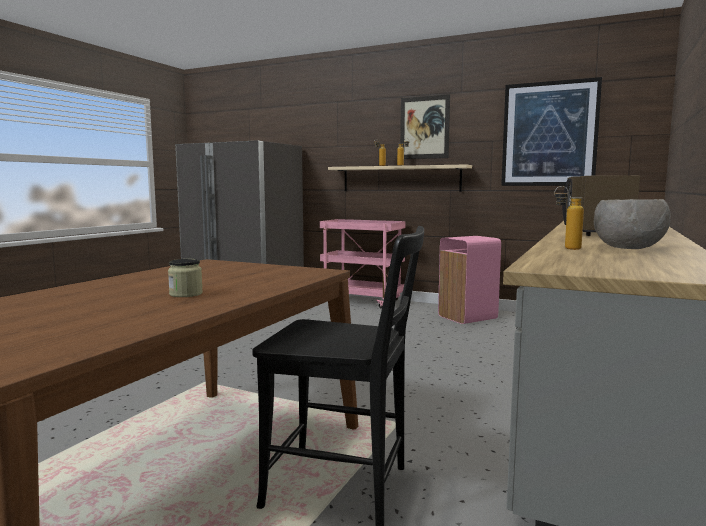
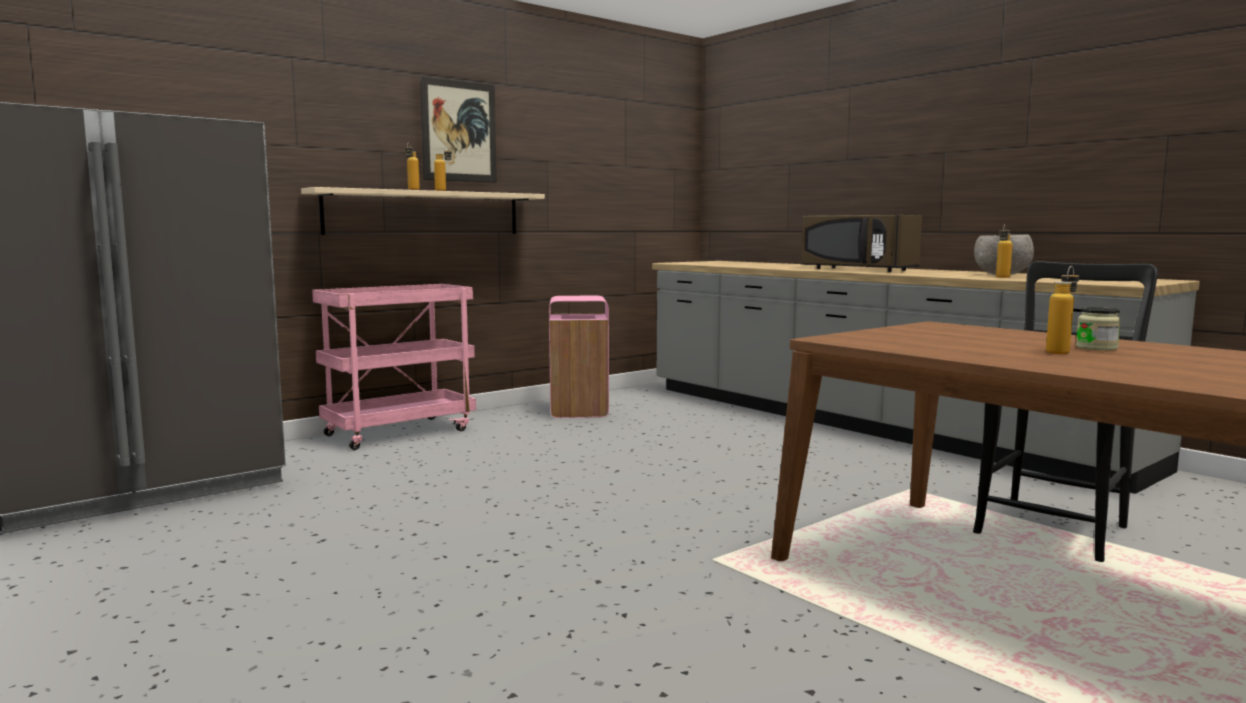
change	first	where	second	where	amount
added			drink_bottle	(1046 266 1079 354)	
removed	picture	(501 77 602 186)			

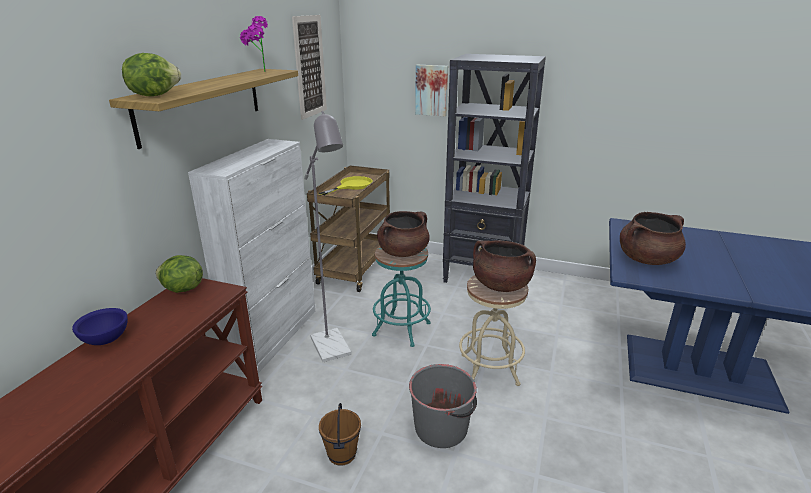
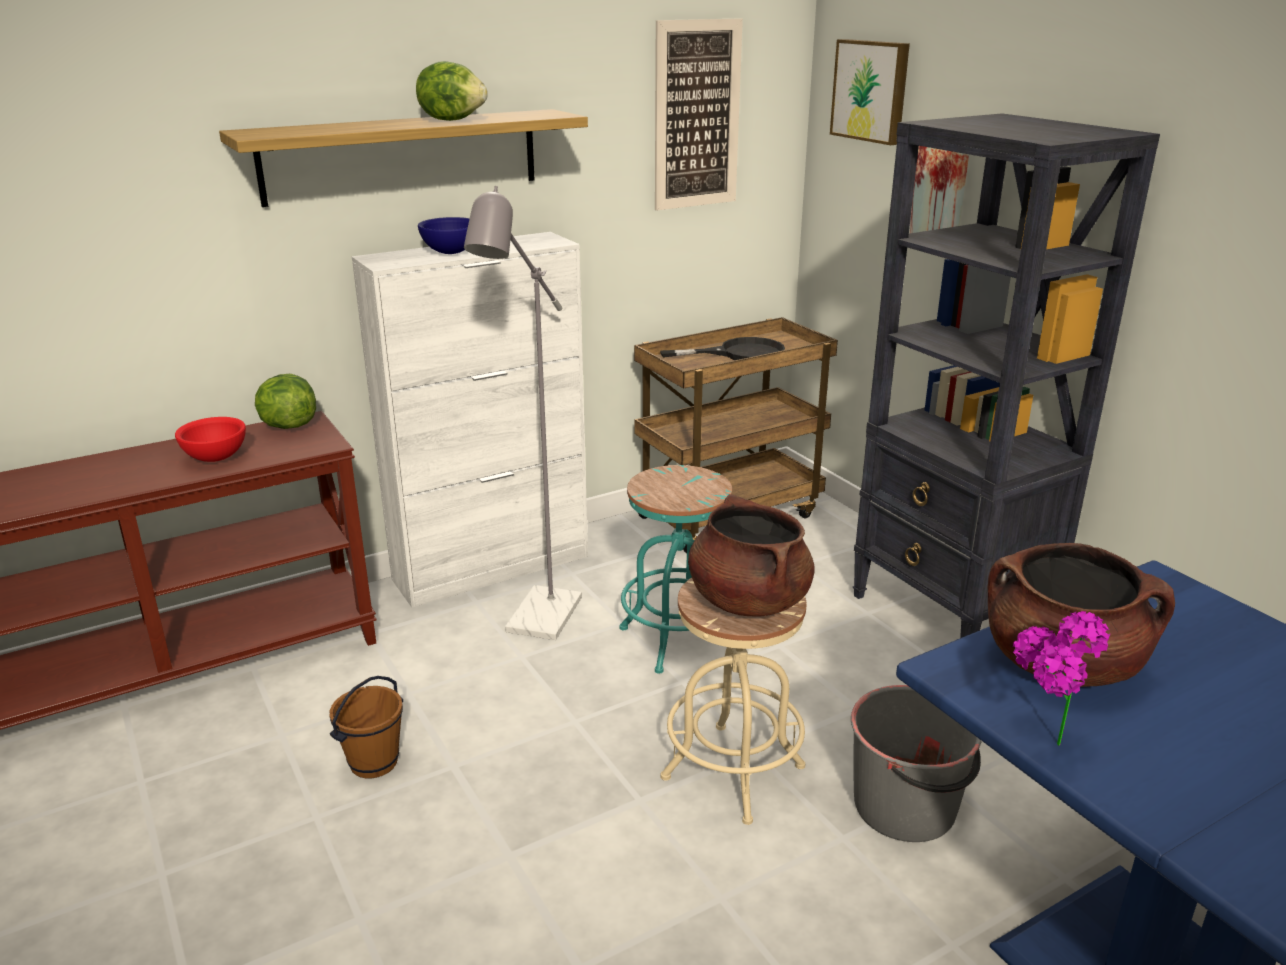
change	first	where	second	where	amount
added			red-coloured_bowl	(175 417 246 462)	
moved	head_of_lettuce	(122 53 181 96)		(416 61 488 121)	
moved	blue_bowl	(72 308 128 345)		(418 217 470 254)	
recoloured	yellow_frying_pan	(318 176 372 195)	black_frying_pan	(660 337 785 360)	
added			picture	(830 39 910 145)	
moved	gray_water_bucket	(409 364 477 448)		(851 685 981 842)	
moved	potted_plant	(240 16 268 72)		(1013 611 1110 746)	
removed	brown-coloured_saucepot	(377 211 430 257)			

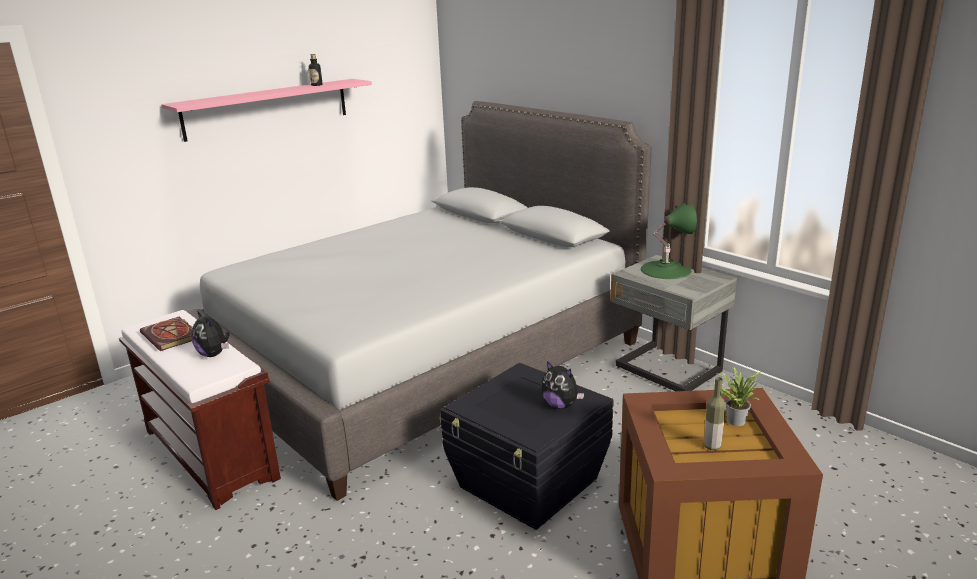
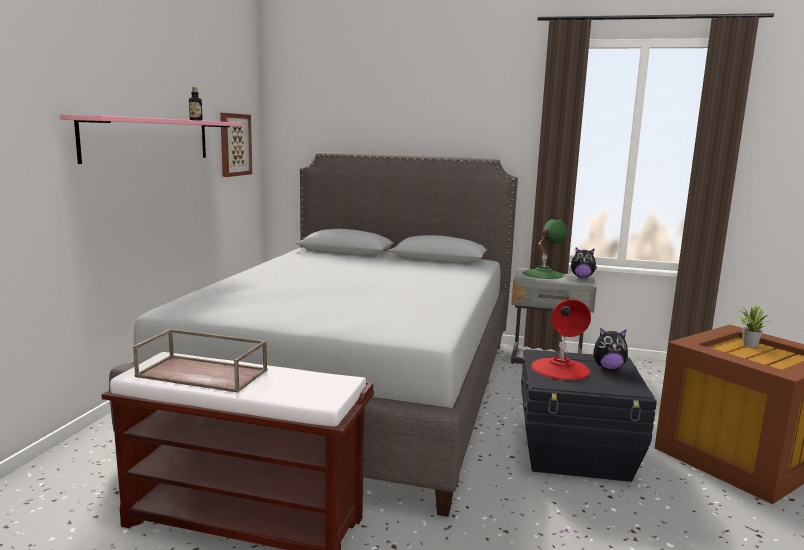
change	first	where	second	where	amount
replaced	bound_book	(140 317 193 351)	brown-coloured_tray	(133 329 268 393)	
added			picture	(220 113 252 177)	
added			red-coloured_tabletop_lamp	(531 299 591 380)	
moved	soft_toy	(192 311 230 357)		(571 247 597 278)	
removed	drink_bottle	(704 377 726 450)			

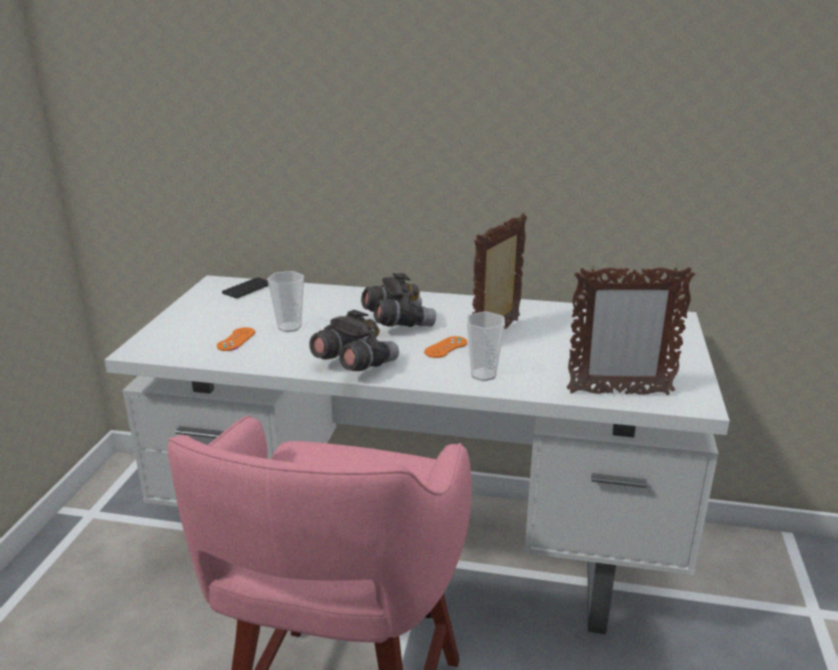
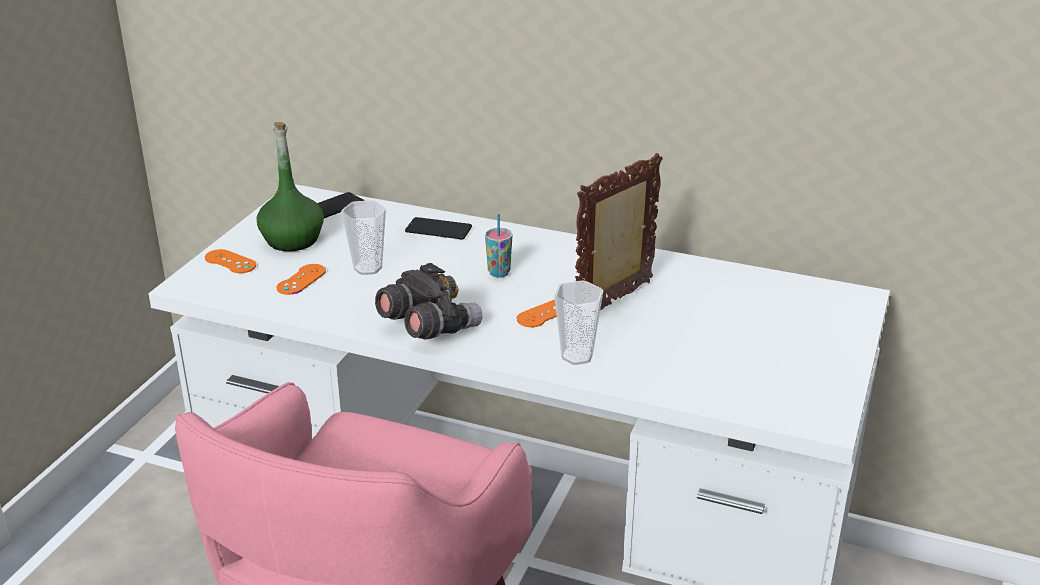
change	first	where	second	where	amount
added			orange-coloured_joypad	(205 249 256 273)	
added			green-coloured_drink_bottle	(257 122 324 251)	
added			phone	(405 217 472 240)	
replaced	gray_field_glasses	(361 273 436 327)	drinking_cup	(485 214 513 278)	
removed	photo_frame	(567 265 695 395)			

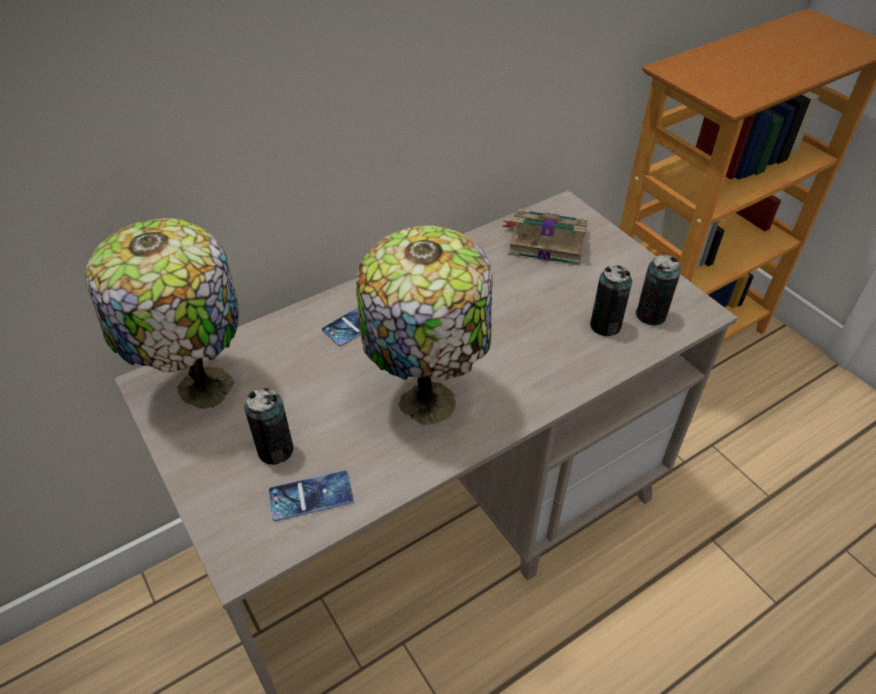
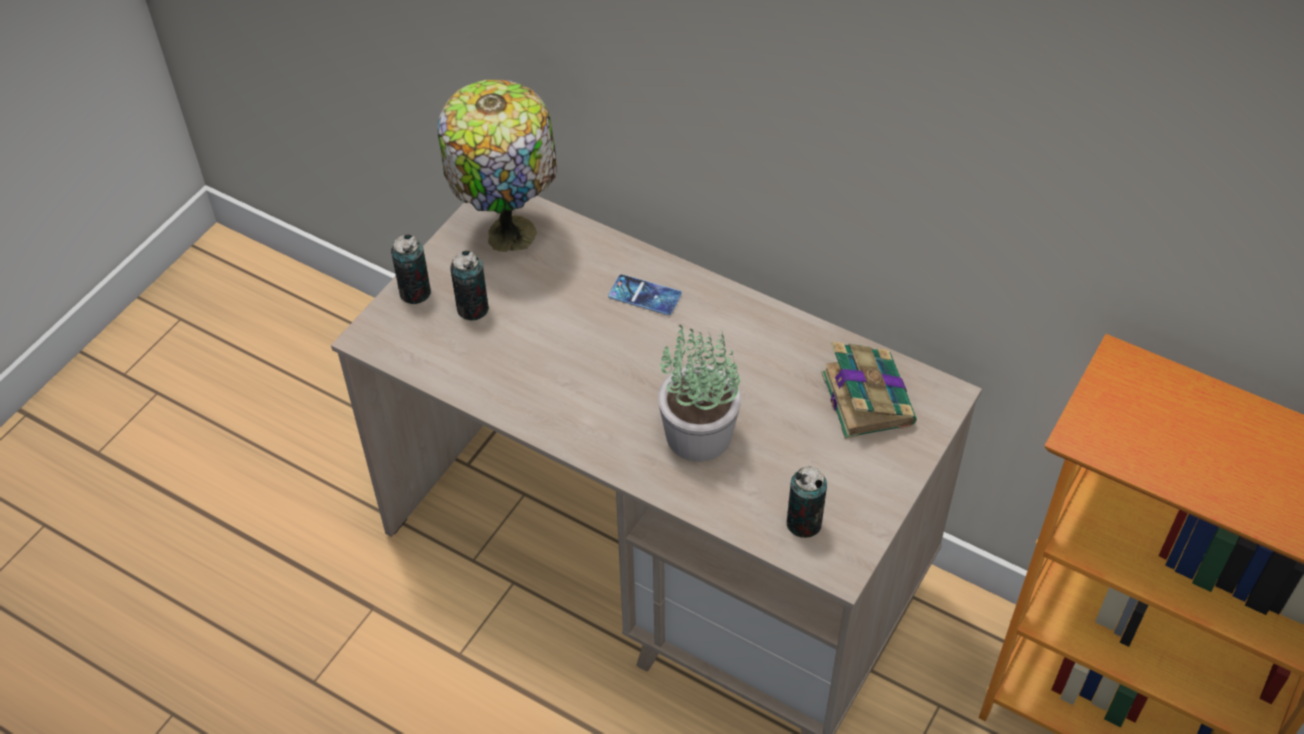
change	first	where	second	where	amount
moved	sealed_can	(590 265 632 336)		(391 234 431 304)	
added			potted_plant	(658 324 741 462)	
removed	phone	(269 470 354 521)			
removed	tabletop_lamp	(356 225 493 426)			

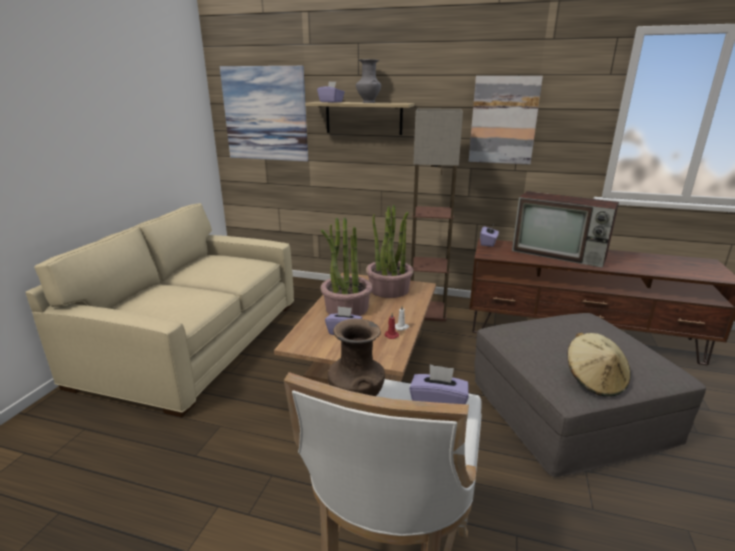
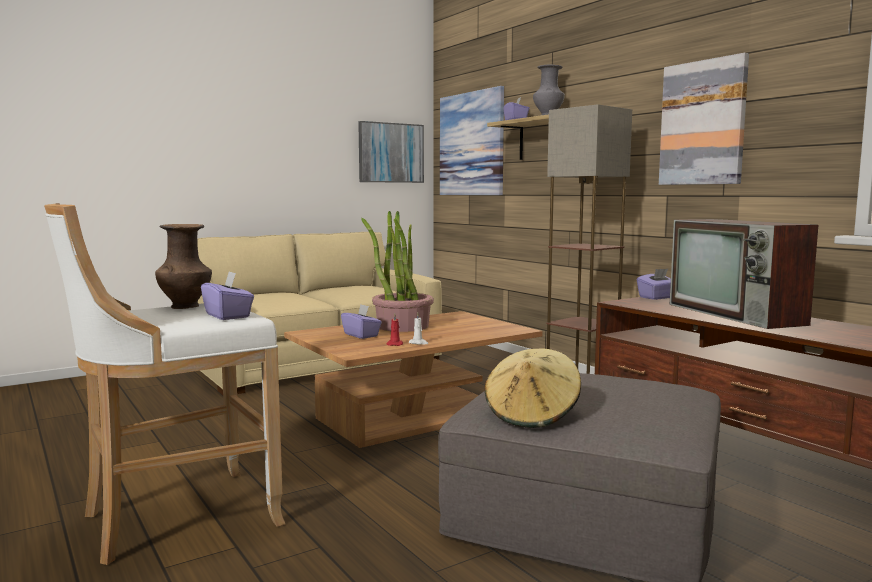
change	first	where	second	where	amount
added			picture	(358 121 424 183)	
removed	potted_plant	(366 205 414 298)			

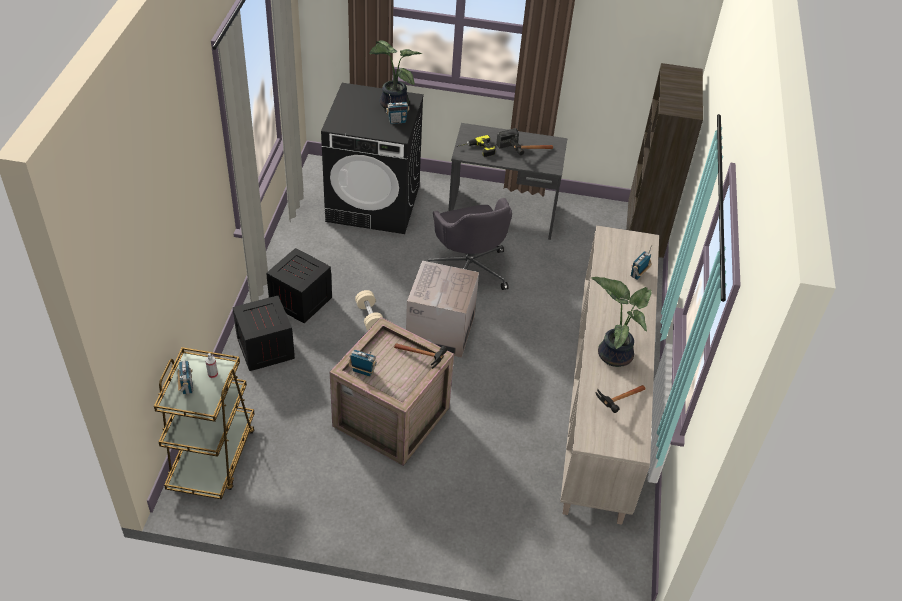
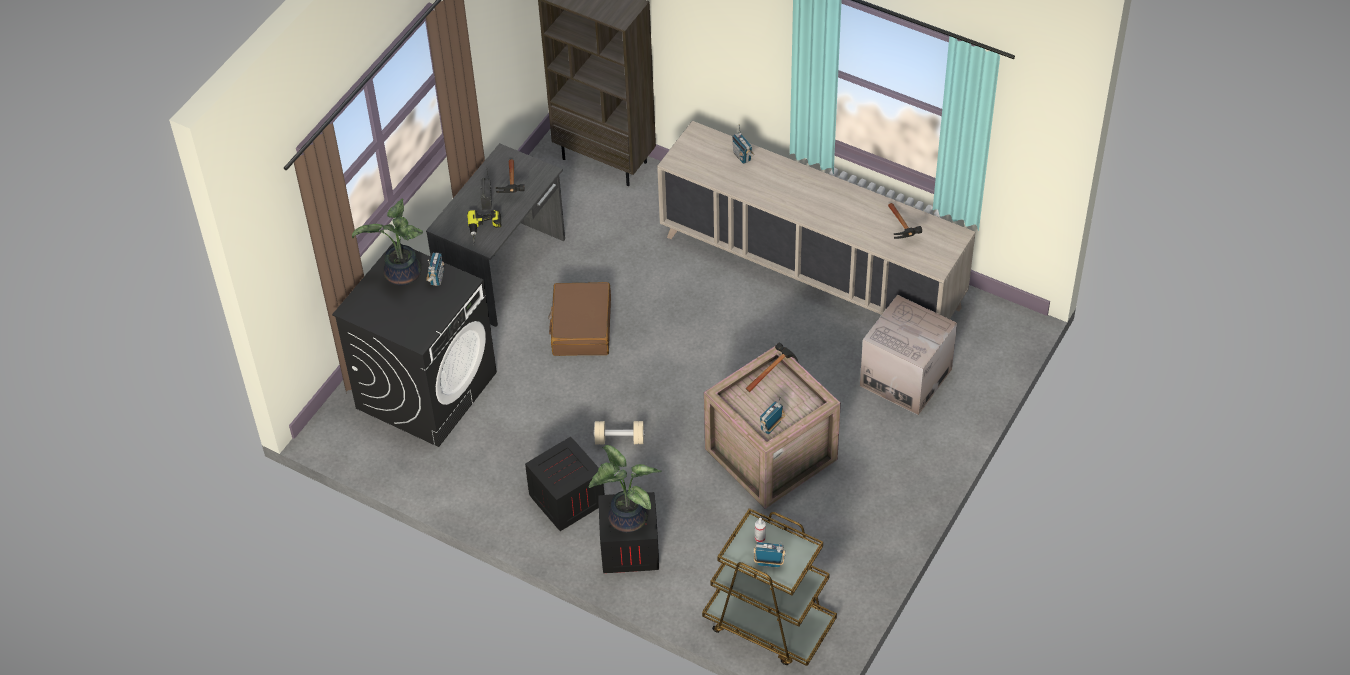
change	first	where	second	where	amount
replaced	gray_computer_chair	(428 198 512 290)	brown-coloured_travel_case	(548 282 611 356)	
moved	potted_plant	(591 277 651 367)		(588 445 661 533)	
moved	packing_box	(406 261 479 358)		(860 295 957 415)	

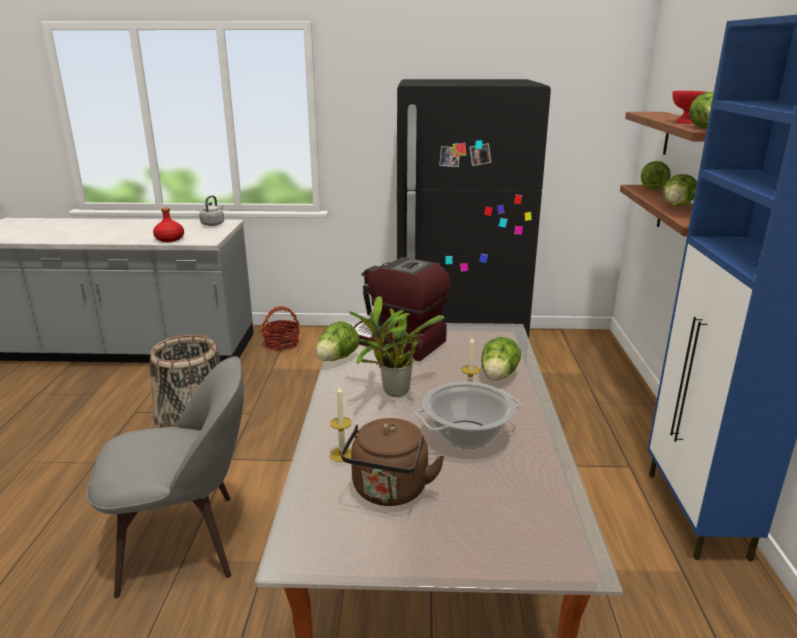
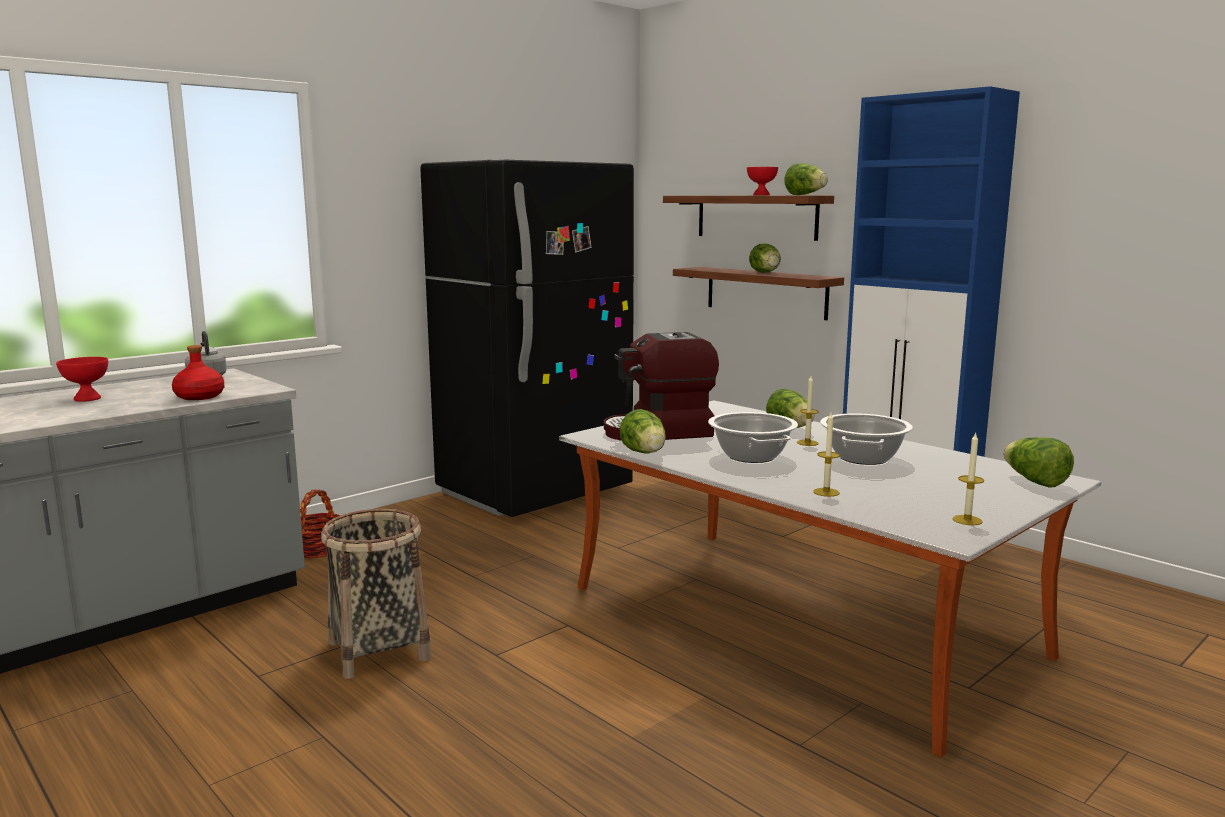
change	first	where	second	where	amount
added			red-coloured_bowl	(56 357 108 402)	
replaced	potted_plant	(349 296 444 397)	saucepot	(708 412 798 463)	
added			candle	(952 433 984 525)	
moved	head_of_lettuce	(641 161 671 190)		(1003 437 1074 487)	
removed	gray_upright_chair	(86 356 244 598)			
removed	brown-coloured_water_kettle	(341 418 445 506)			

